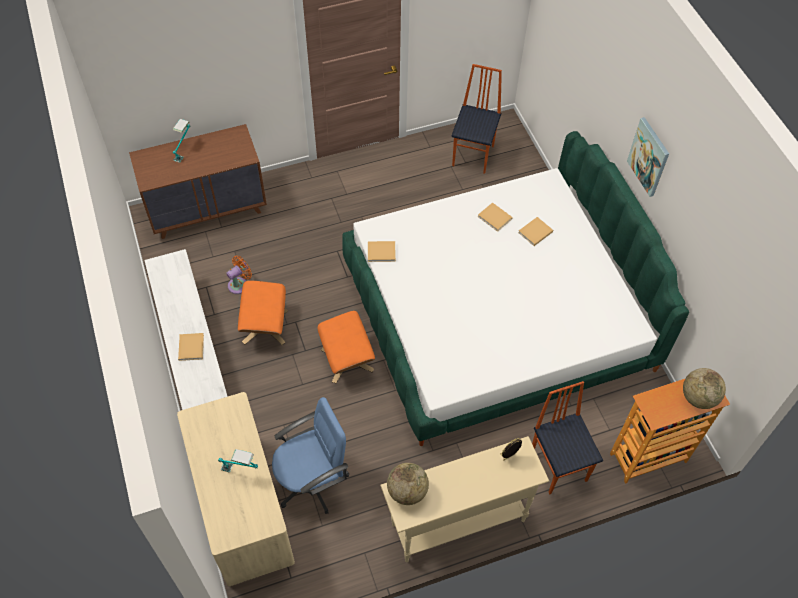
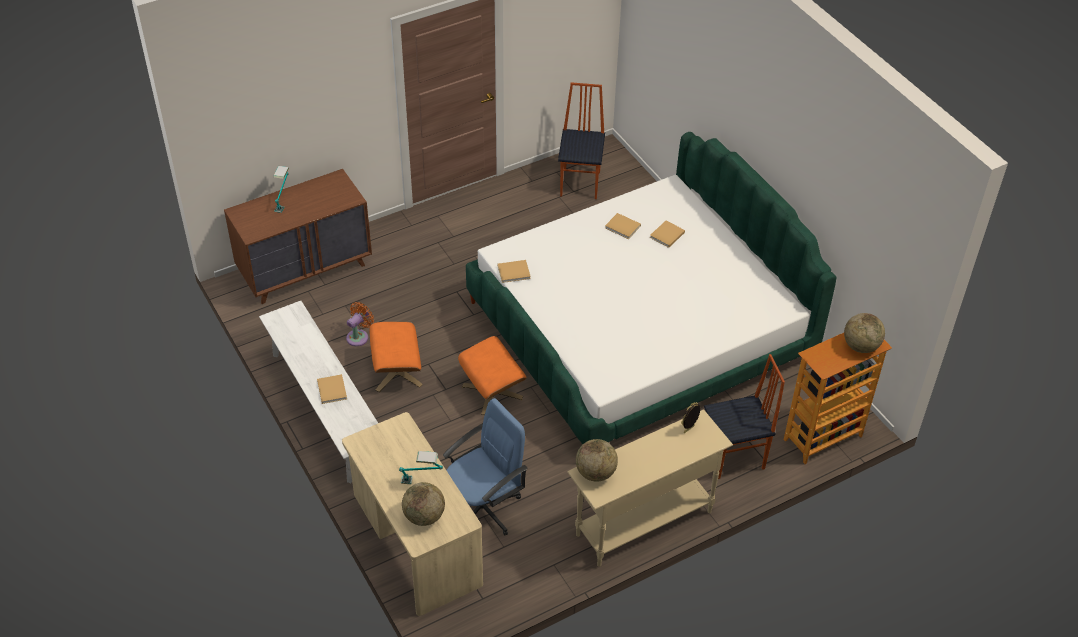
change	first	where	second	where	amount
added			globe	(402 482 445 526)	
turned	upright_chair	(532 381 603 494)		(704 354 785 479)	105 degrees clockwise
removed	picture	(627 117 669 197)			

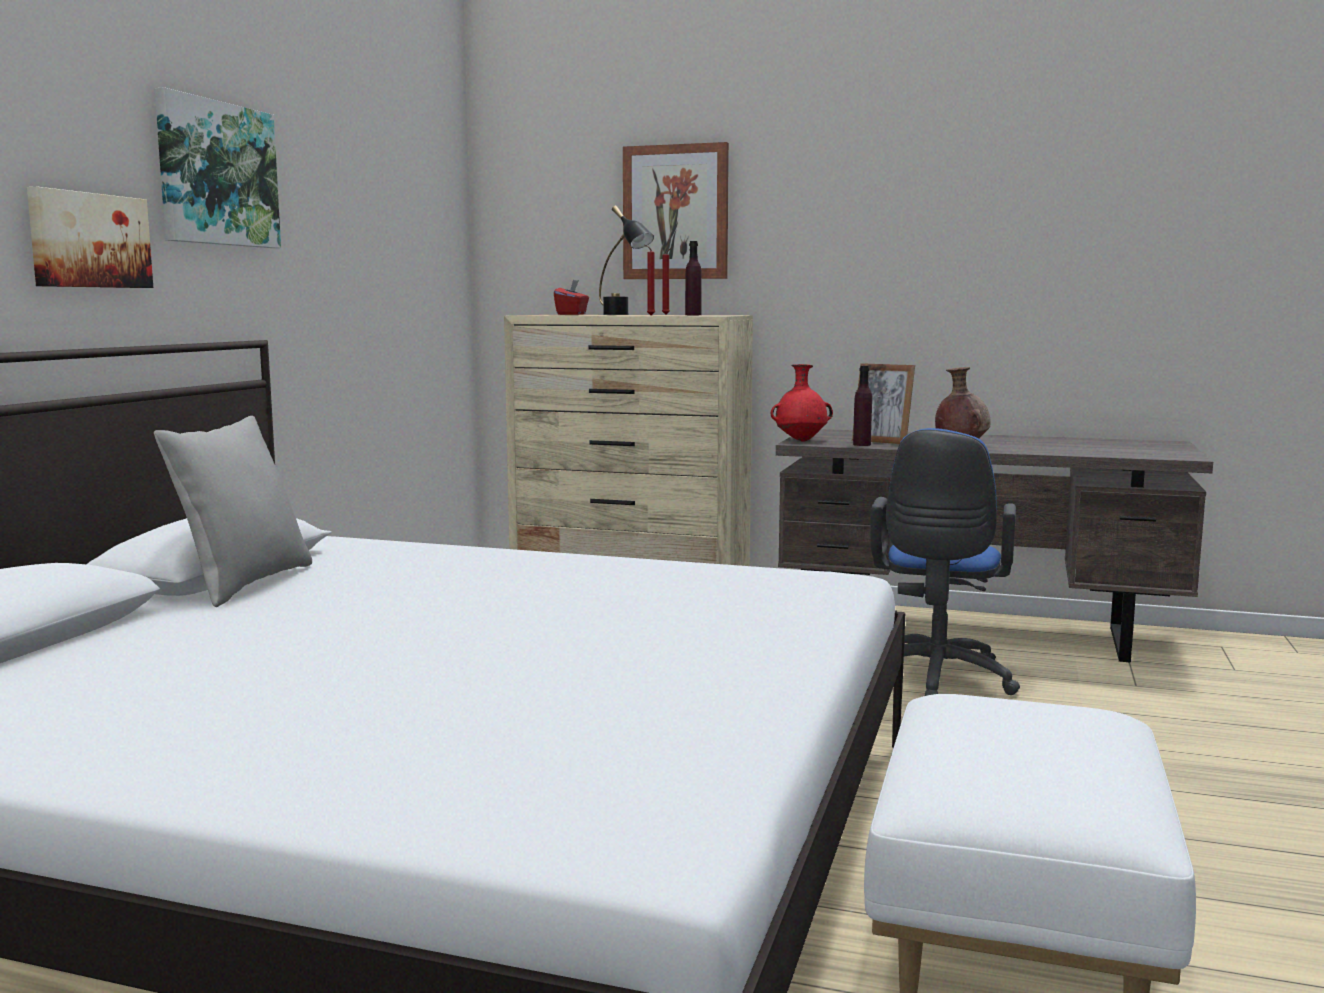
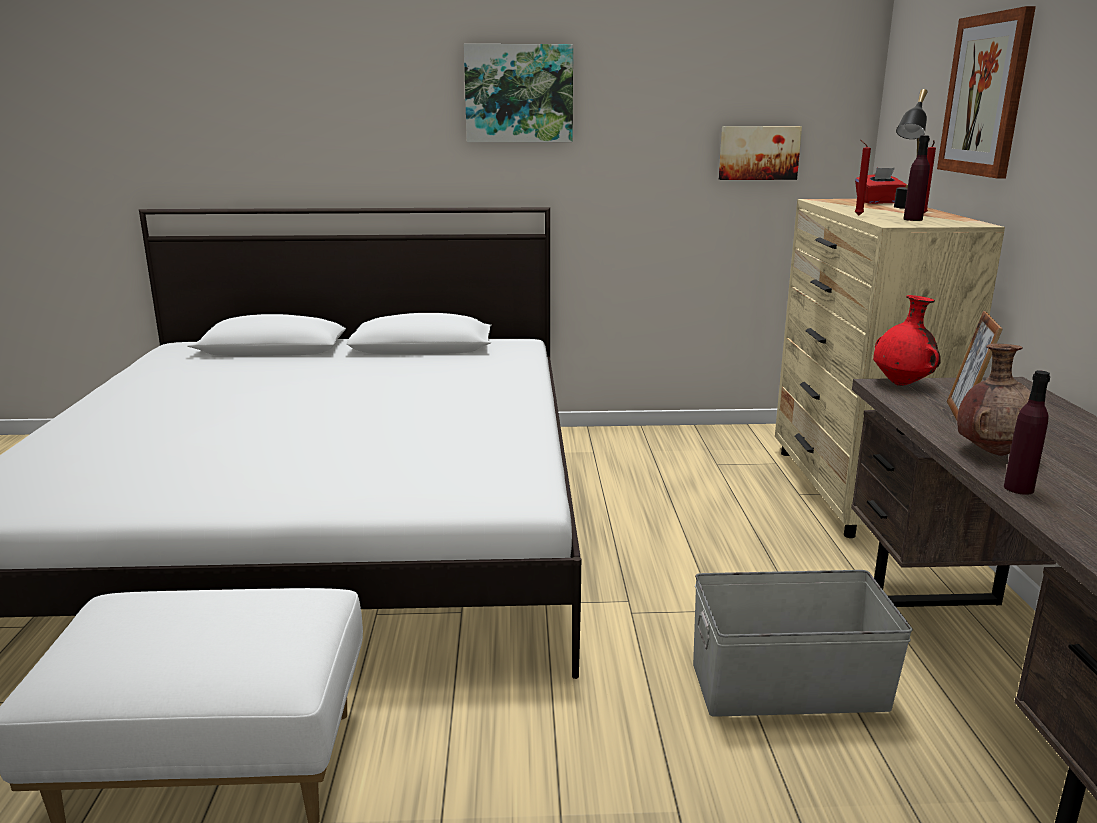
change	first	where	second	where	amount
replaced	blue_computer_chair	(870 428 1020 696)	gray_storage_box	(693 570 913 717)	
moved	picture	(27 187 153 288)		(719 126 802 180)	
moved	purplish_drink_bottle	(853 366 872 446)		(1004 371 1050 495)	
removed	gray_cushion	(154 416 312 607)			

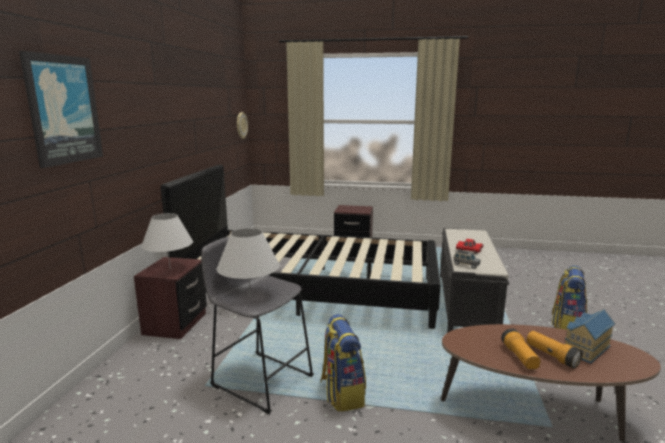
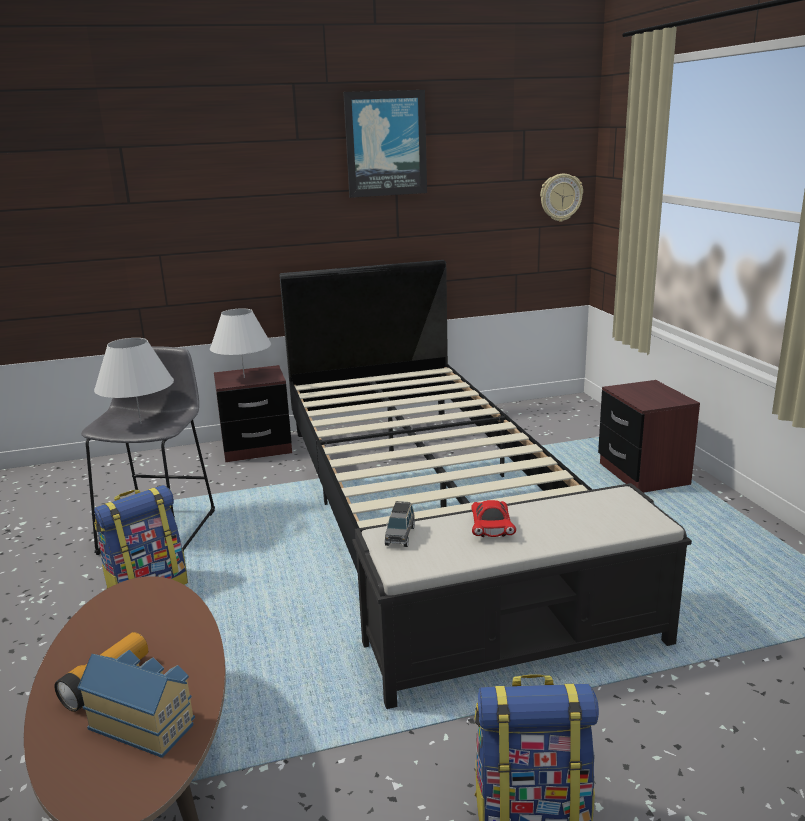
change	first	where	second	where	amount
moved	picture	(19 51 103 168)		(343 90 427 198)	
removed	hand_torch	(501 328 541 369)			

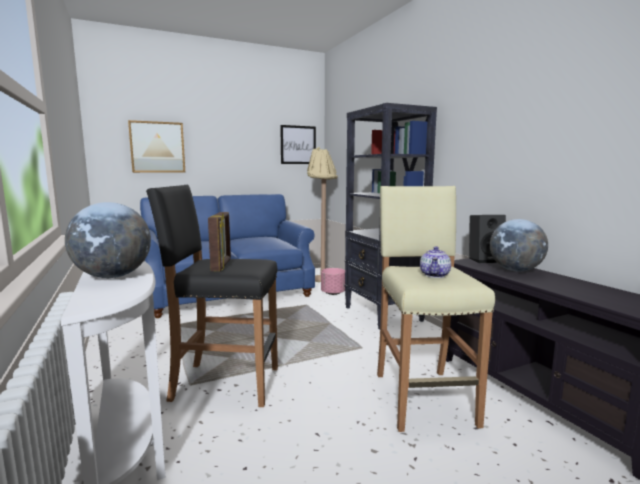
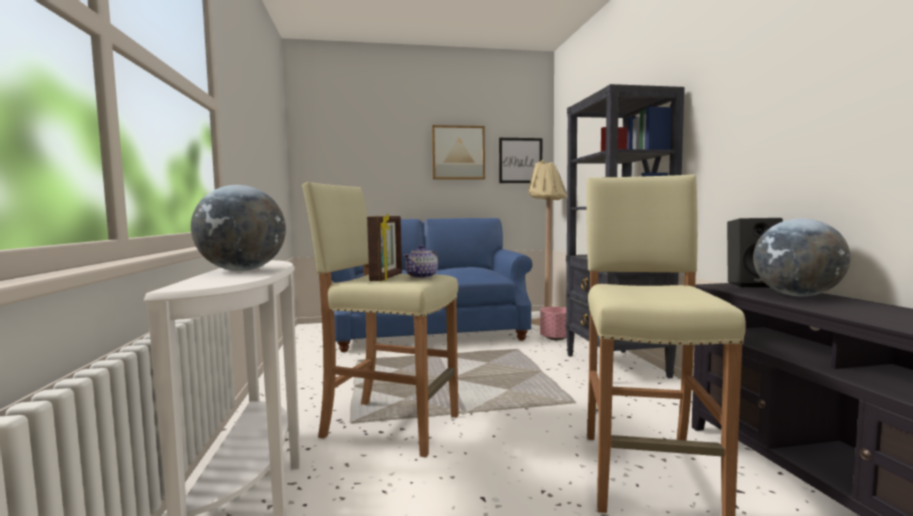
change	first	where	second	where	amount
recoloured	black_stool_seat	(146 185 278 407)	beige_stool_seat	(302 182 459 458)	
moved	tea_pot	(420 246 451 278)		(403 245 438 278)	
moved	picture	(128 120 186 173)		(432 125 485 180)	

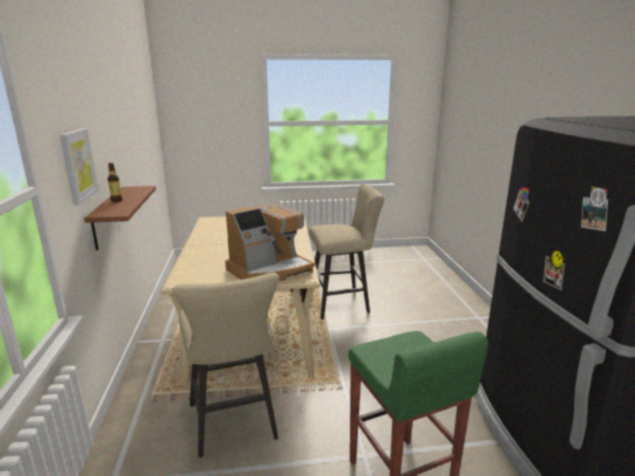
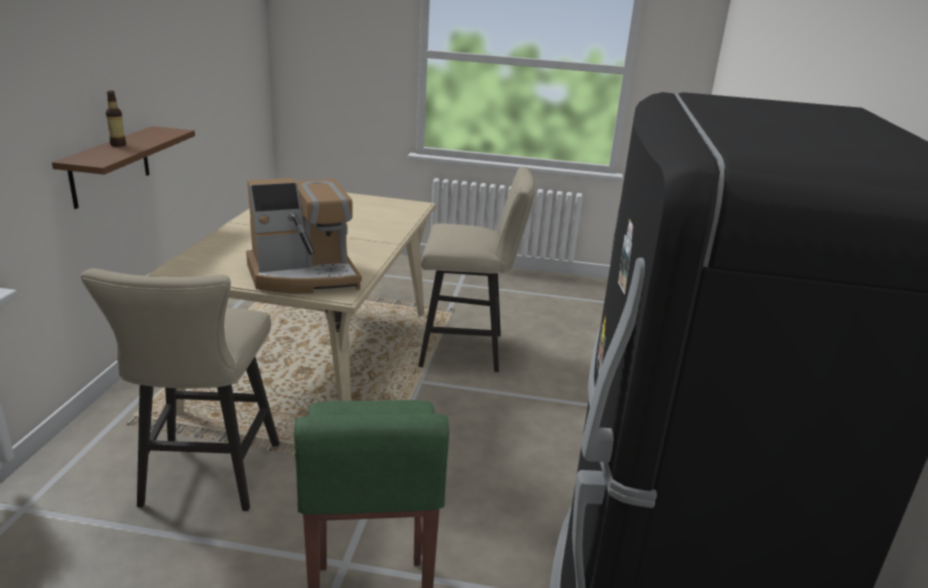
change	first	where	second	where	amount
removed	picture	(60 128 98 205)			

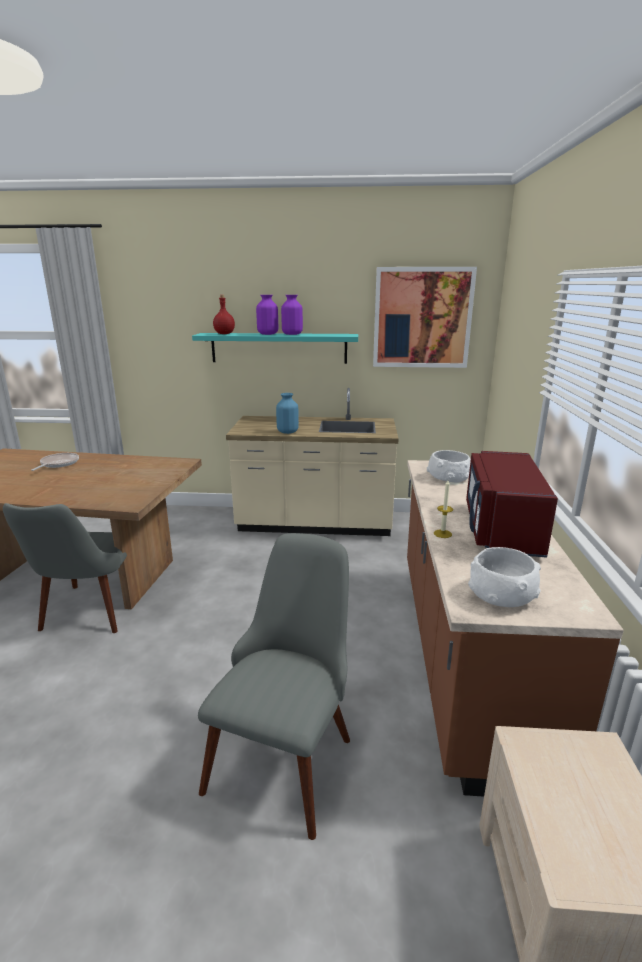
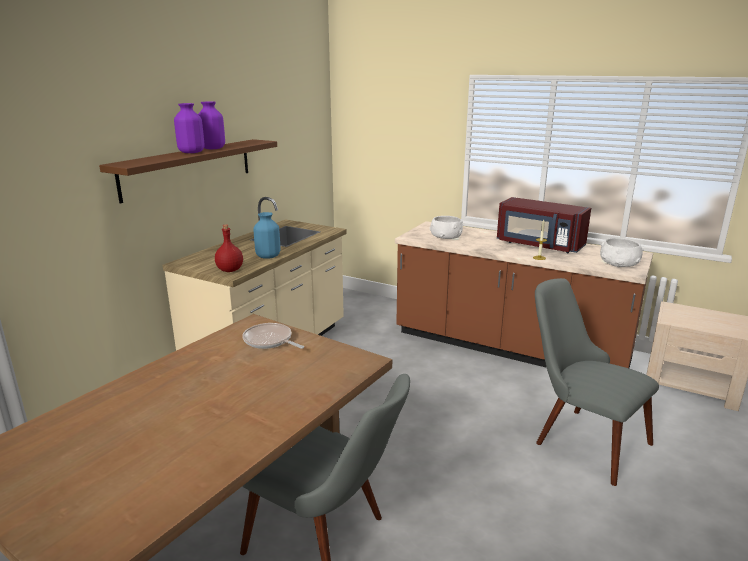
change	first	where	second	where	amount
recoloured	turquoise-coloured_shelf	(192 333 358 364)	brown-coloured_shelf	(99 139 277 204)	
moved	red-coloured_drink_bottle	(213 295 235 334)		(215 224 243 272)	
moved	frying_pan	(31 453 79 471)		(242 323 304 349)	
removed	picture	(373 267 477 368)			

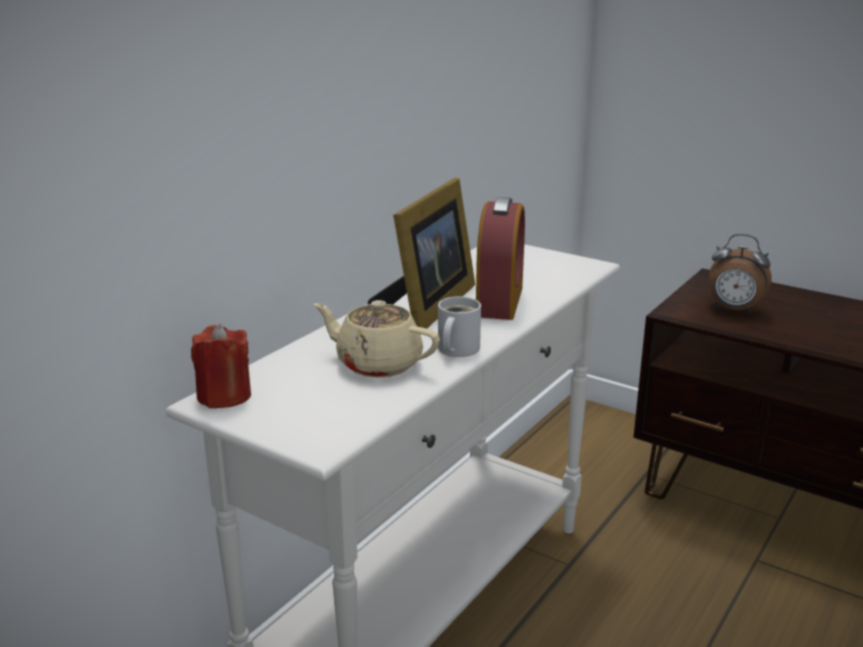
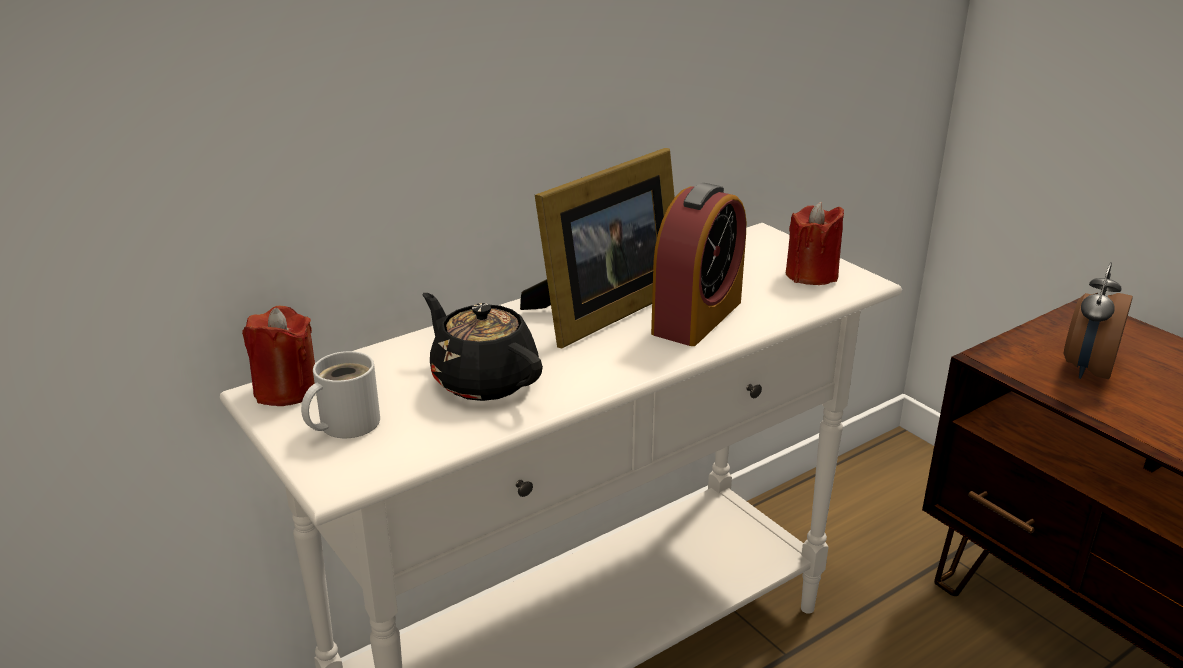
change	first	where	second	where	amount
moved	whitish_coffee_mug	(438 296 481 357)		(301 351 380 438)	
recoloured	beige_tea_pot	(314 300 440 378)	black_tea_pot	(423 293 543 401)	
added			red-coloured_candle	(786 202 844 285)	
turned	alarm_clock	(709 234 772 314)		(1064 262 1133 379)	75 degrees clockwise

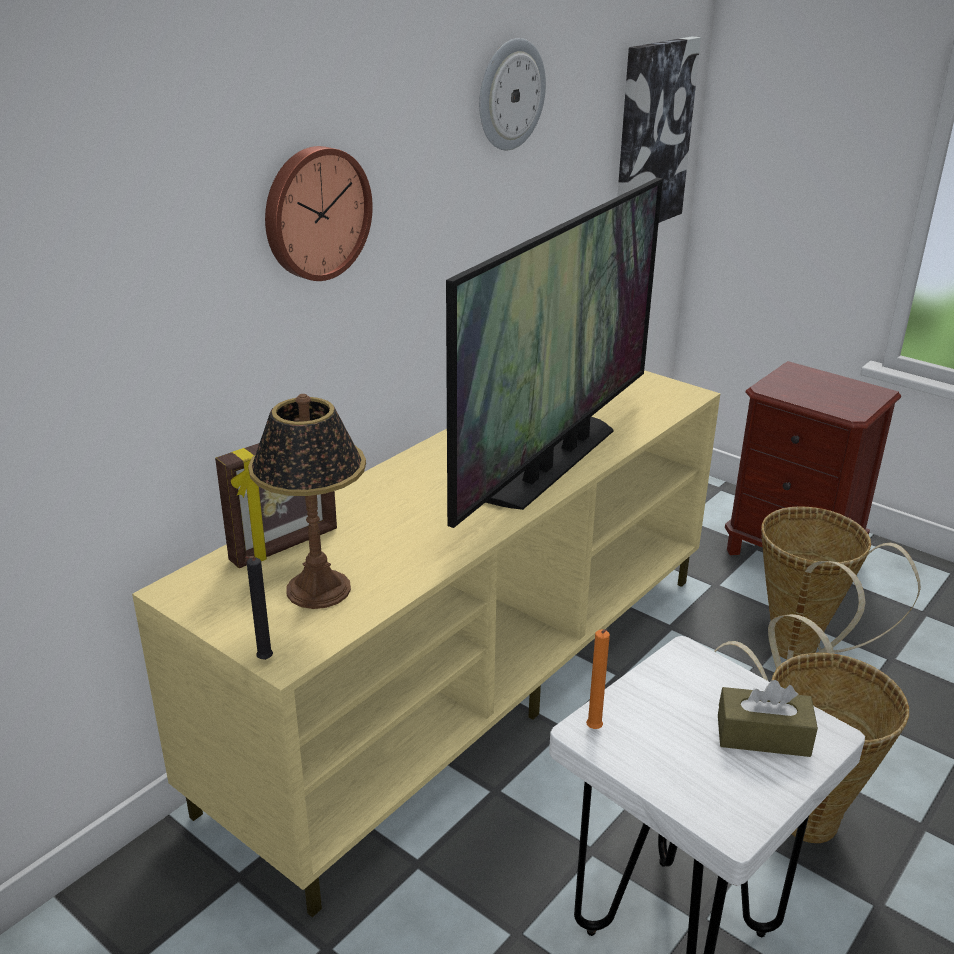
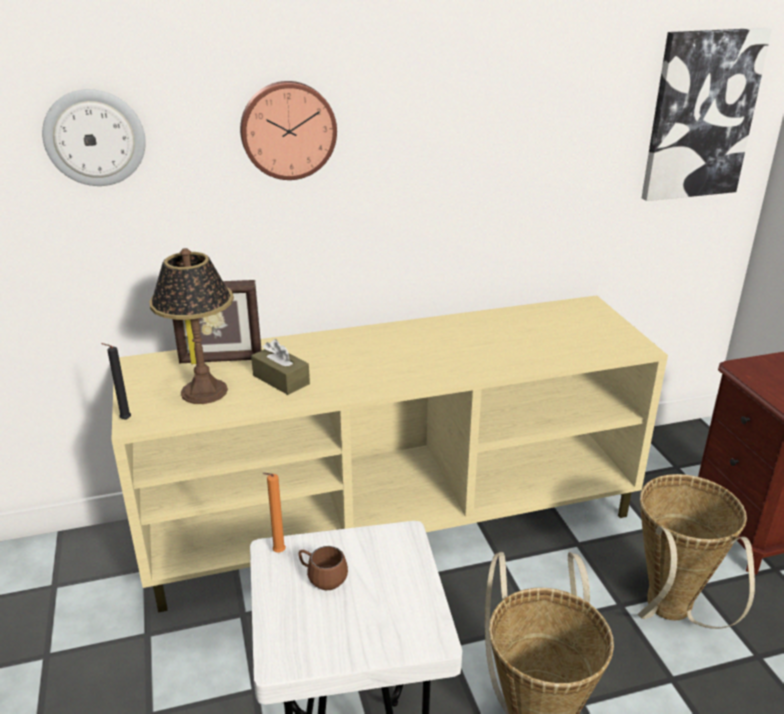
change	first	where	second	where	amount
moved	clock_on_the_wall	(479 38 546 151)		(42 89 146 186)	
moved	brown-coloured_box_of_tissues	(718 680 818 757)		(251 339 310 395)	
added			brown-coloured_coffee_mug	(298 546 348 590)	
removed	television	(446 178 663 528)			

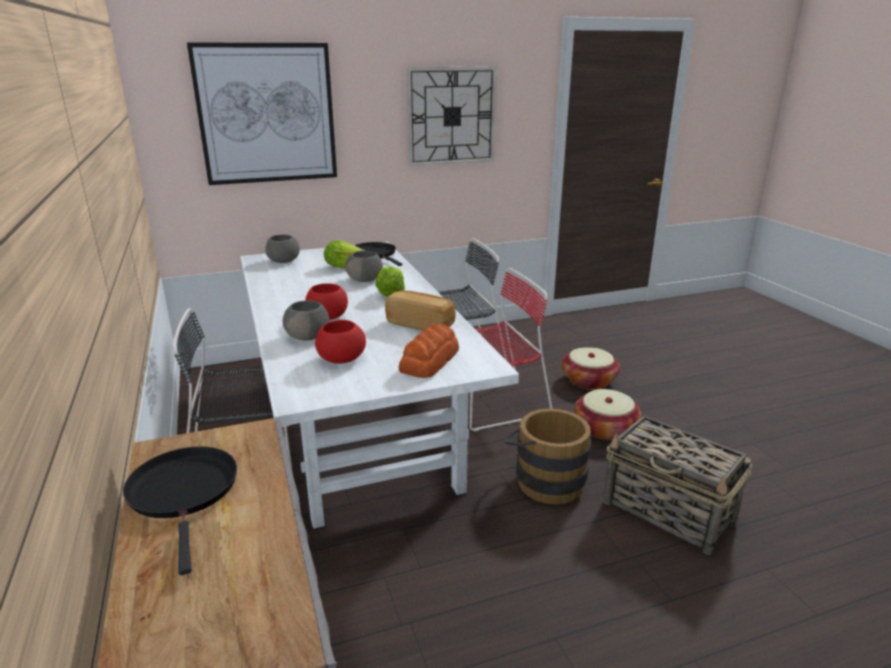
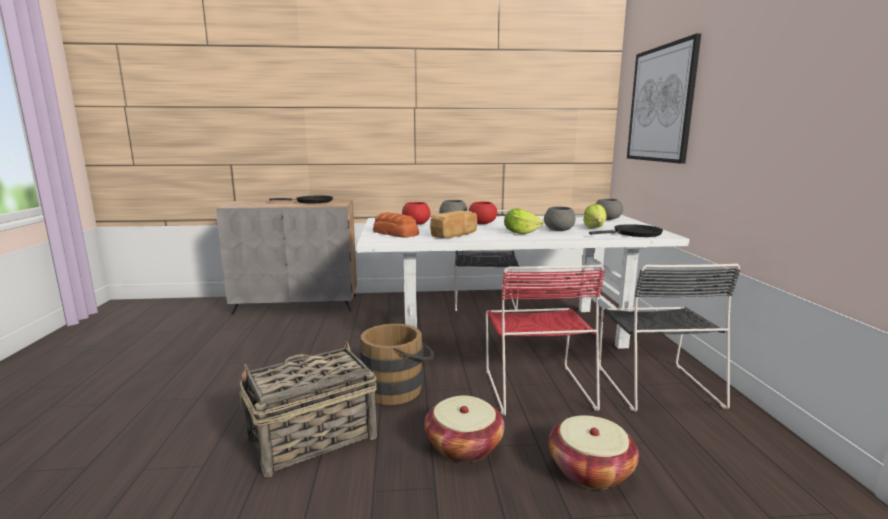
change	first	where	second	where	amount
removed	clock_on_the_wall	(407 66 497 166)			

